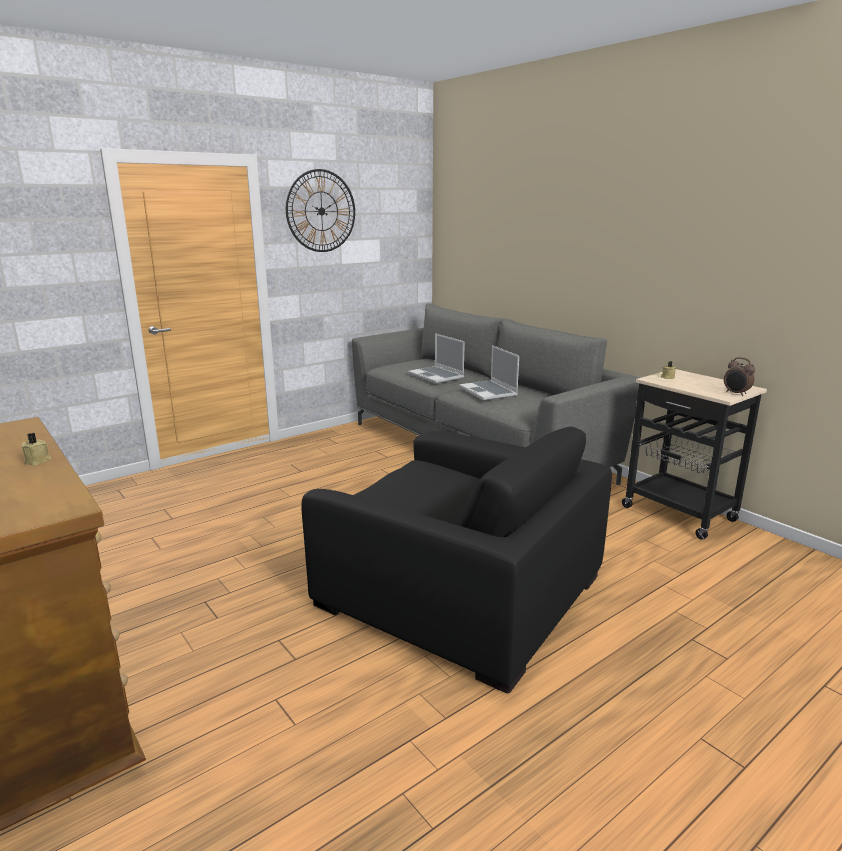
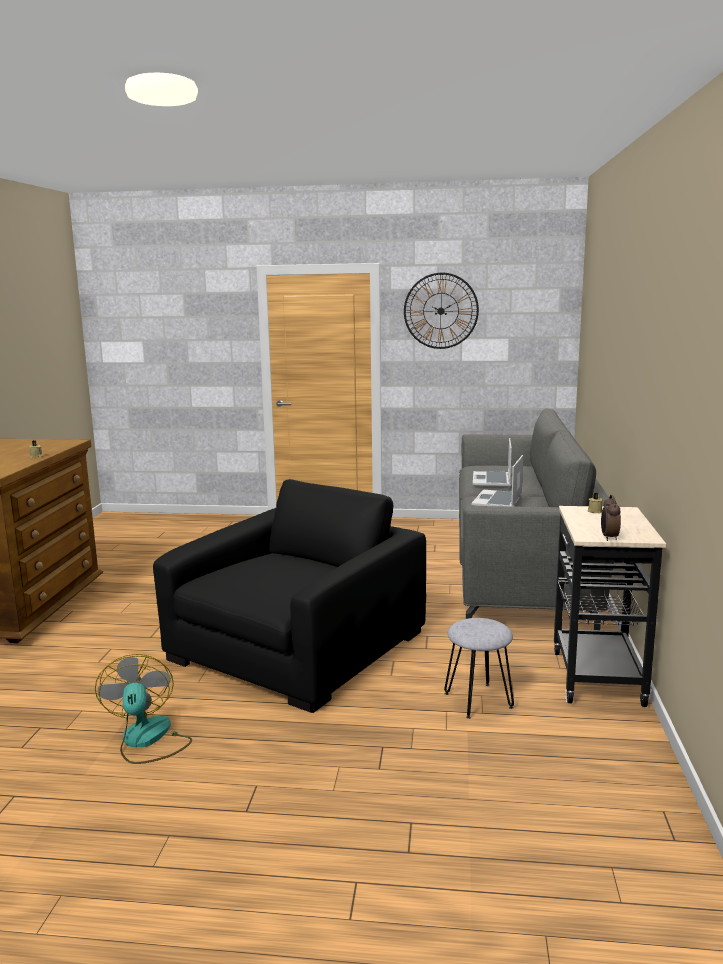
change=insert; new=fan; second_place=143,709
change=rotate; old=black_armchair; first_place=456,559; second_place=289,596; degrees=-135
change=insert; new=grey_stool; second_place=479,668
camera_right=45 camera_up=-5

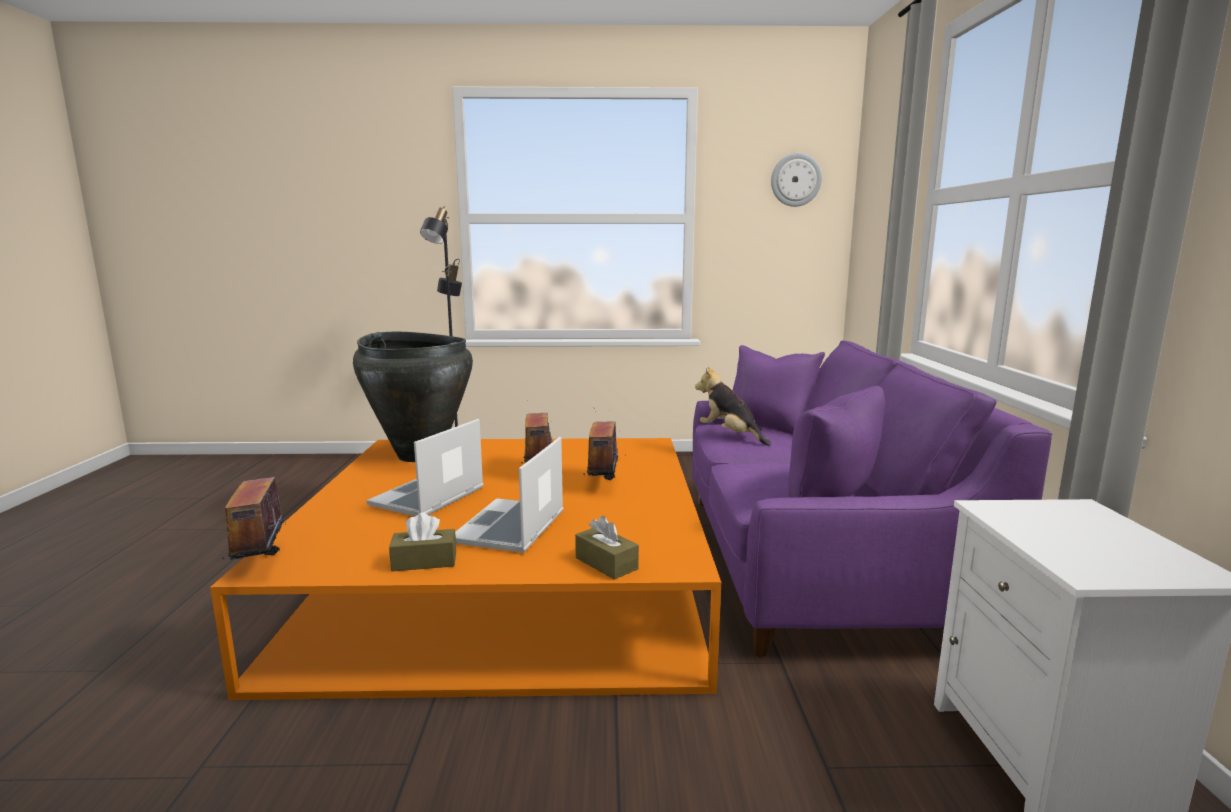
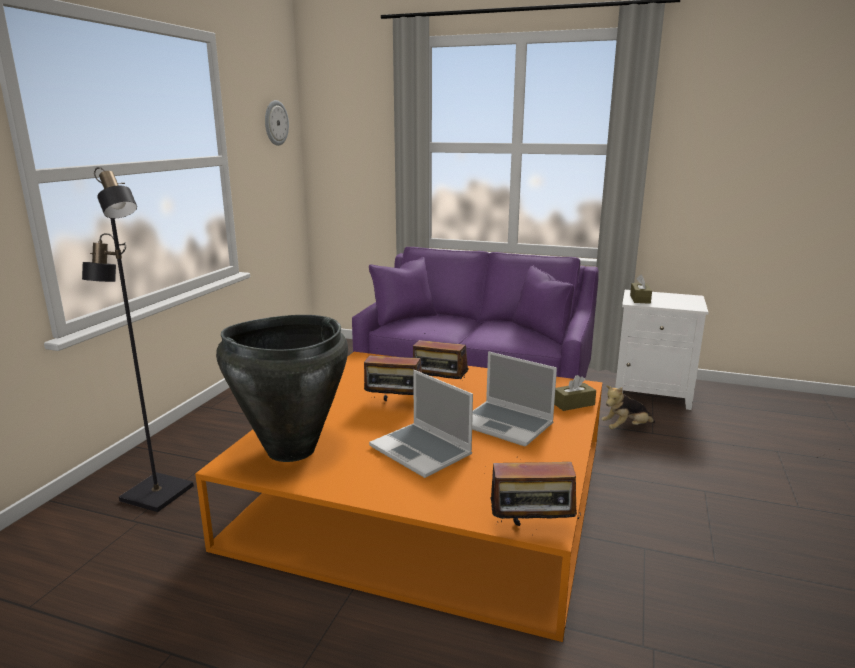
change=move; old=plush_toy; first_place=733,406; second_place=628,407
change=move; old=brown_tissue_box; first_place=422,541; second_place=641,289
camera_right=-70 camera_up=5

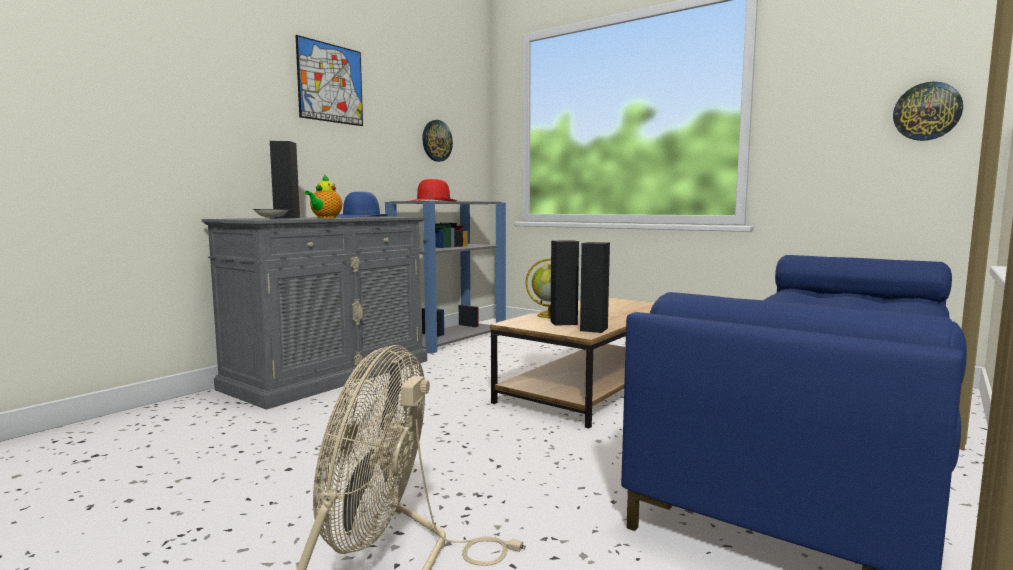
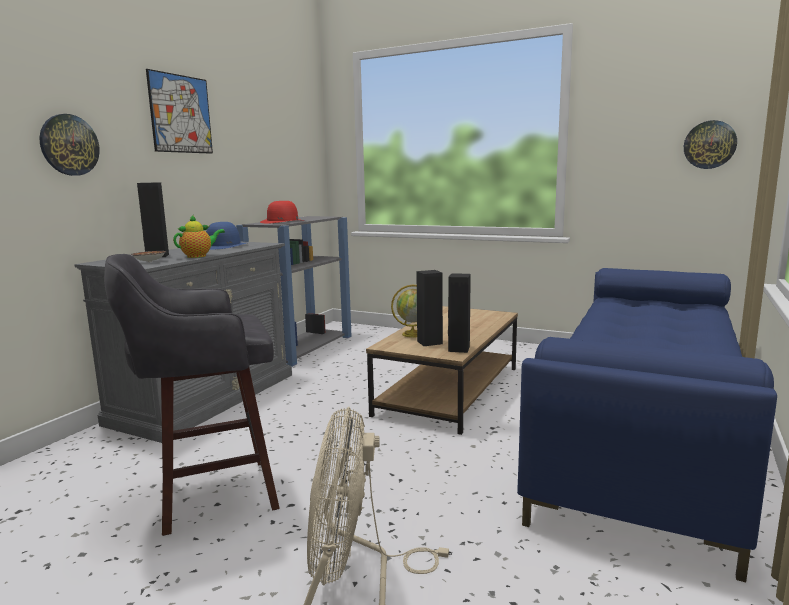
change=move; old=wall_clock; first_place=437,141; second_place=69,145
change=insert; new=grey_stool; second_place=192,395
change=rotate; old=teapot; first_place=323,196; second_place=199,236; degrees=-135
camera_right=-10 camera_up=5

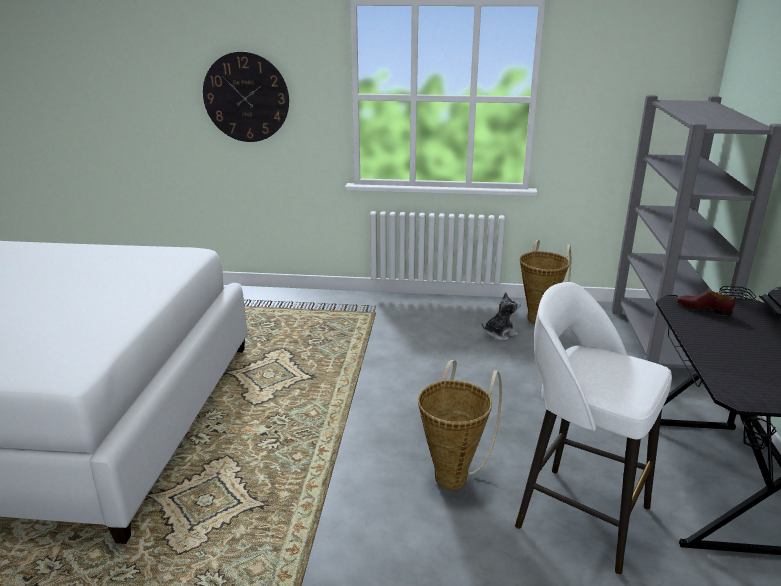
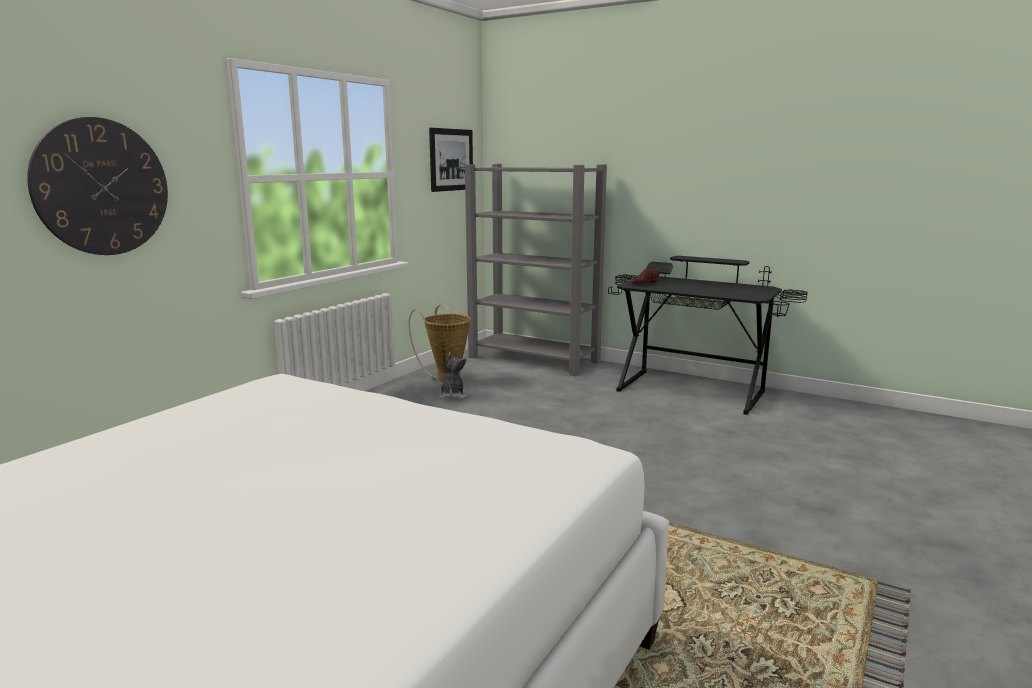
change=insert; new=picture; second_place=451,160
change=delete; old=basket; first_place=460,425
change=delete; old=white_stool; first_place=593,428
camera_right=-65 camera_up=-10

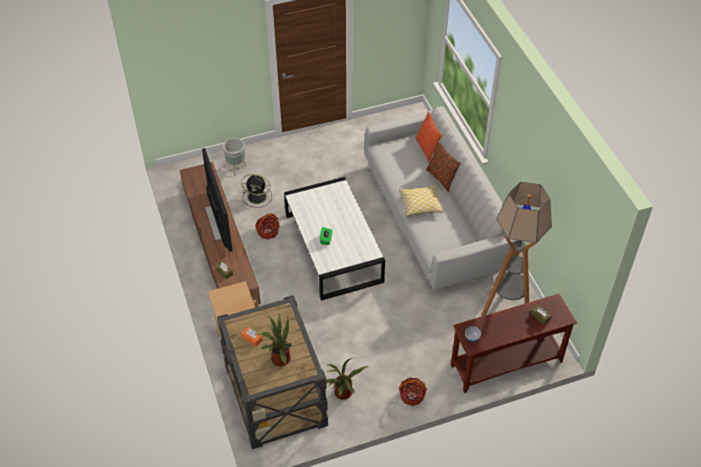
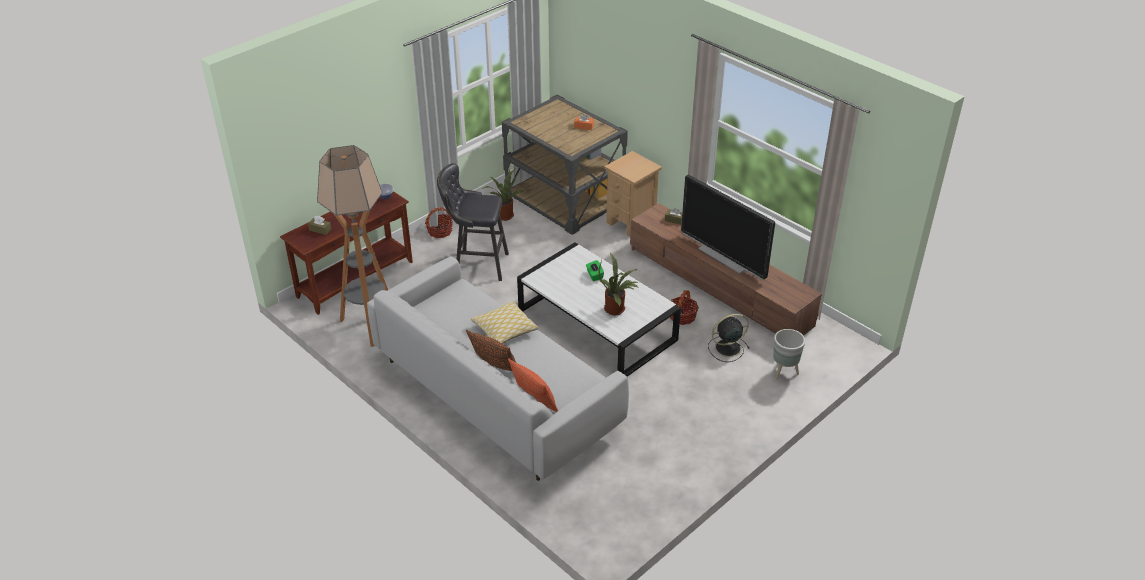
change=insert; new=black_stool; second_place=473,222
change=move; old=potted_plant; first_place=275,339; second_place=619,284
camera_right=155 camera_up=-10

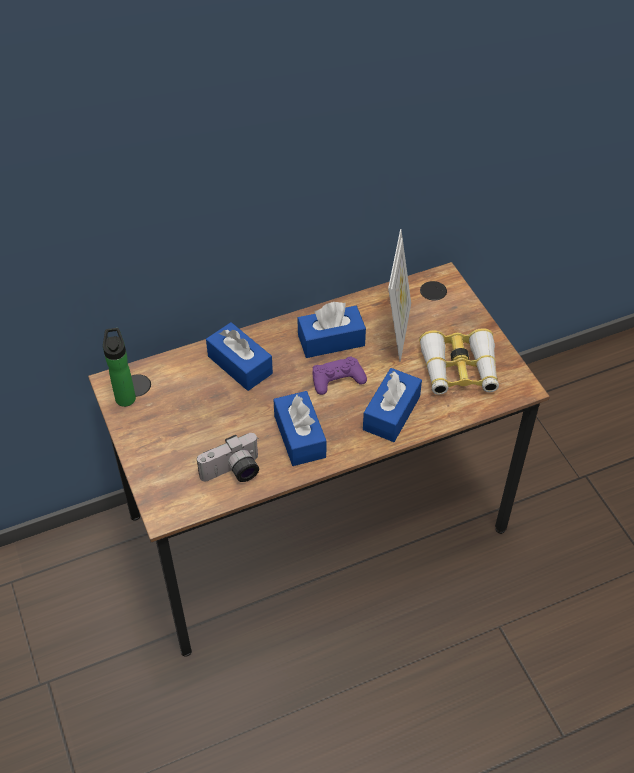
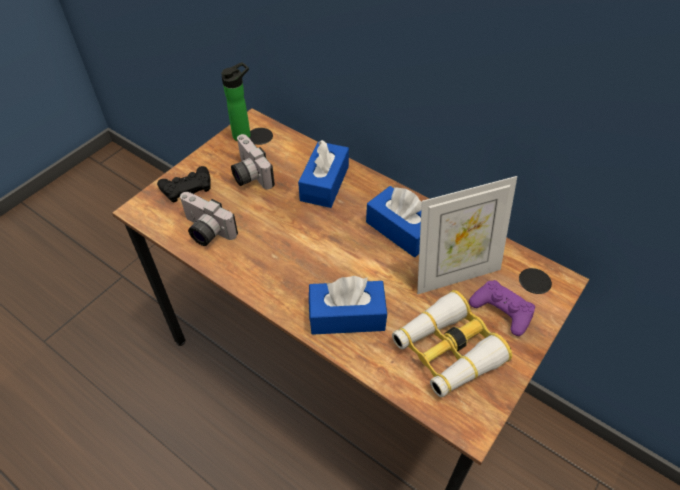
change=insert; new=black_game_controller; second_place=184,184
change=insert; new=photo_camera; second_place=253,161
change=move; old=purple_game_controller; first_place=340,375; second_place=502,308
change=delete; old=blue_tissue_box; first_place=299,428
camera_right=60 camera_up=0

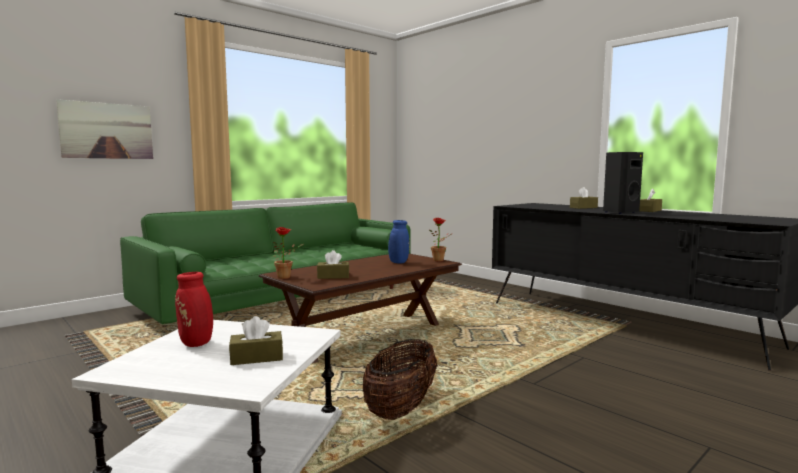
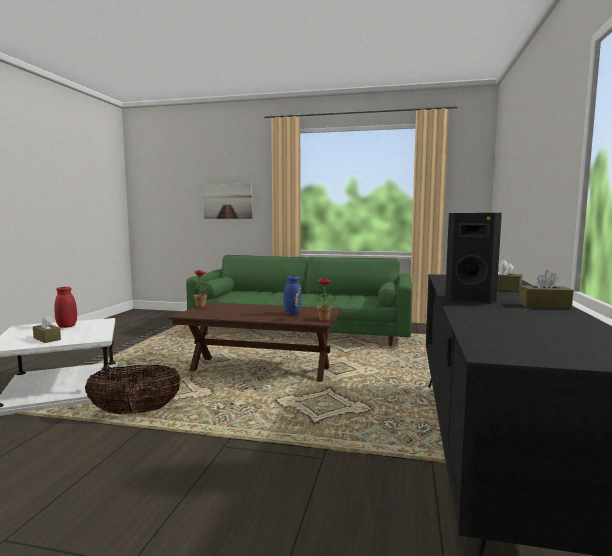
change=delete; old=brown_tissue_box; first_place=333,264
camera_right=55 camera_up=0

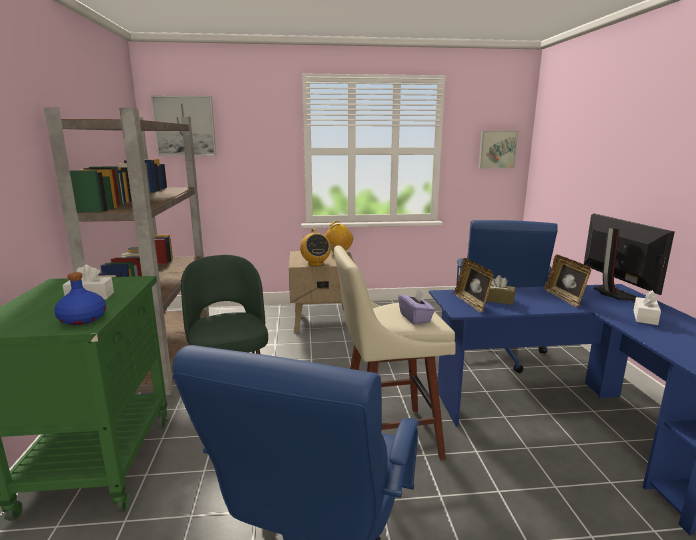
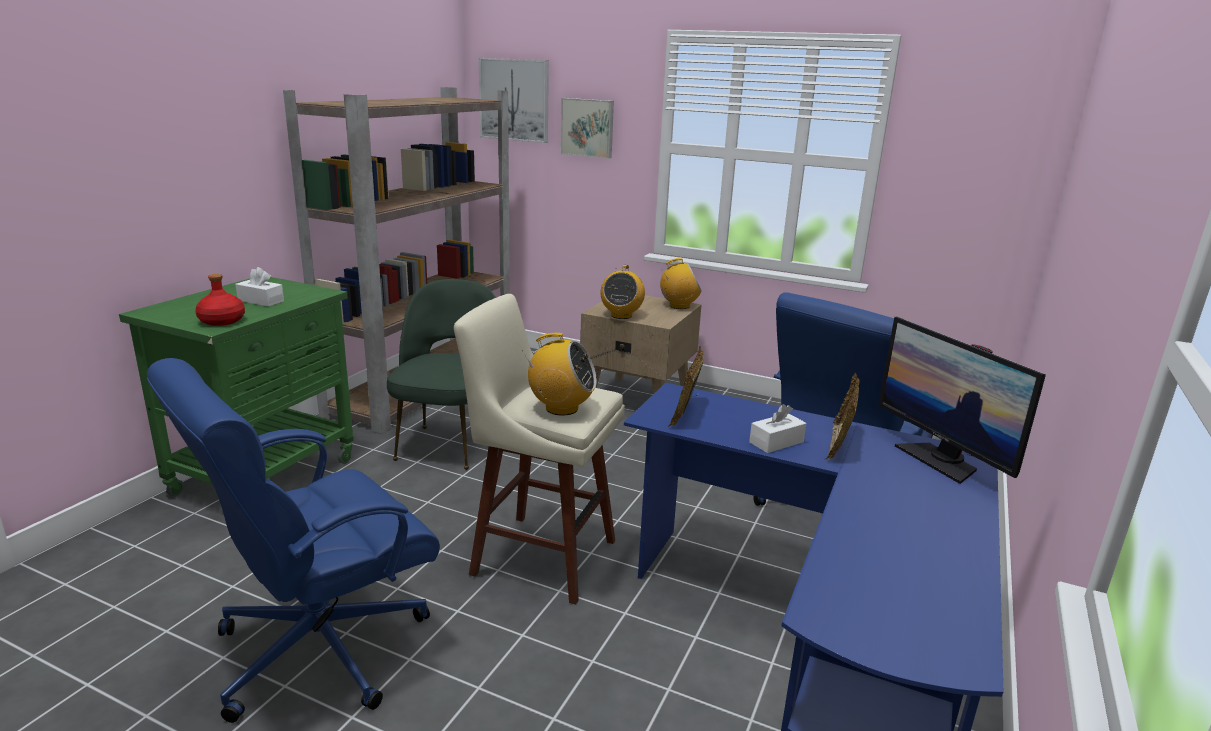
change=recolor; old=blue_bottle; new=red_bottle; first_place=80,298; second_place=220,300
change=replace; old=purple_tissue_box; new=radio; first_place=416,306; second_place=559,374
change=move; old=picture; first_place=498,150; second_place=587,128
change=move; old=white_tissue_box; first_place=647,307; second_place=777,428
change=rotate; old=monitor; first_place=629,257; second_place=962,400; degrees=135
change=delete; old=brown_tissue_box; first_place=500,290
camera_right=30 camera_up=5

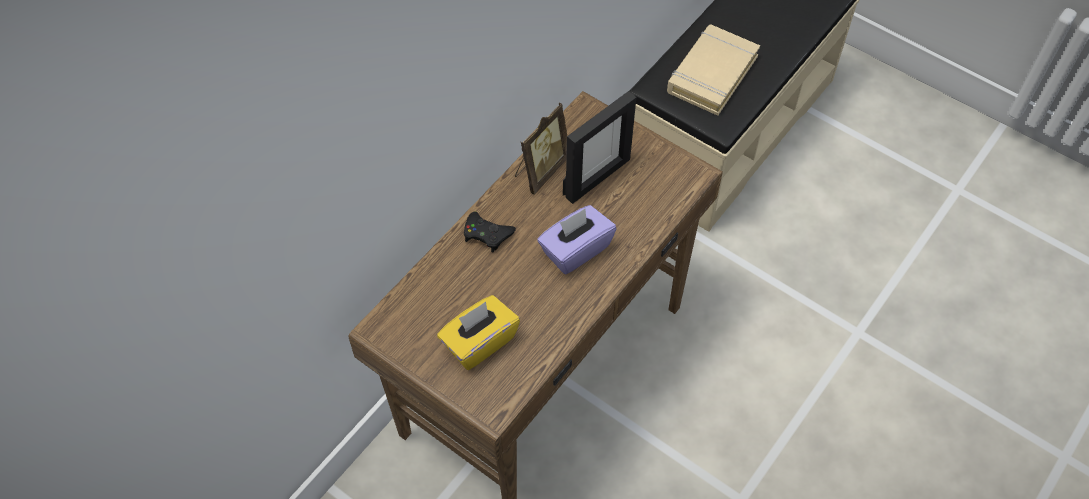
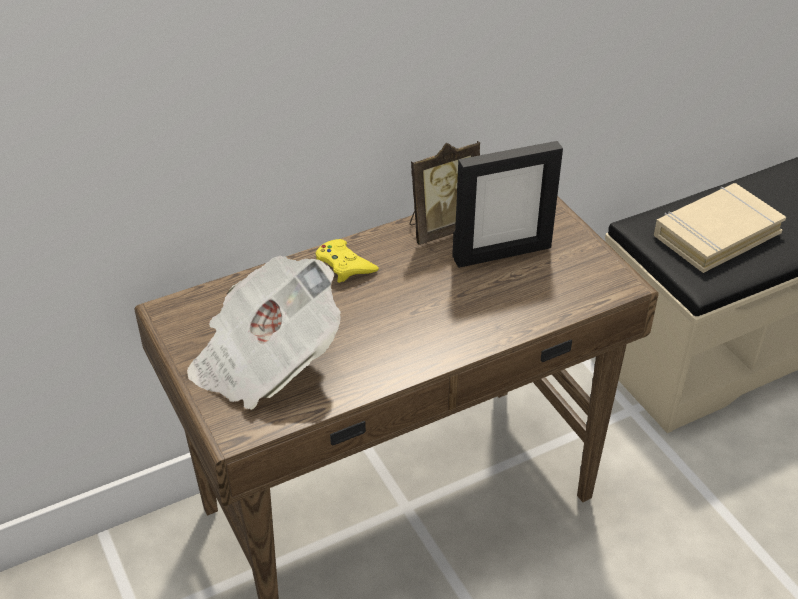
change=replace; old=yellow_tissue_box; new=newspaper; first_place=478,332; second_place=264,332
change=recolor; old=black_game_controller; new=yellow_game_controller; first_place=490,232; second_place=347,261
change=delete; old=purple_tissue_box; first_place=576,239
camera_right=25 camera_up=-15

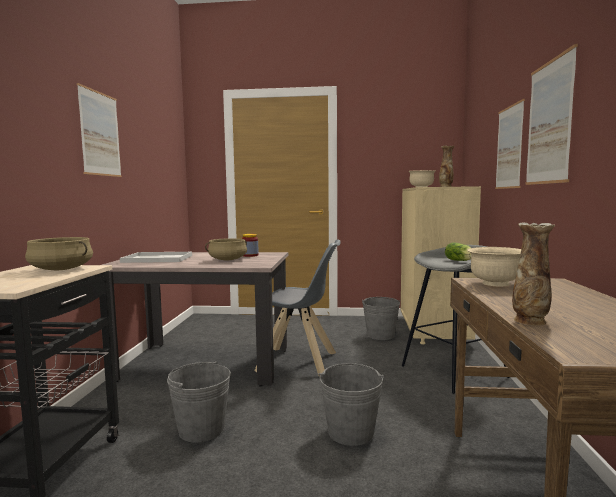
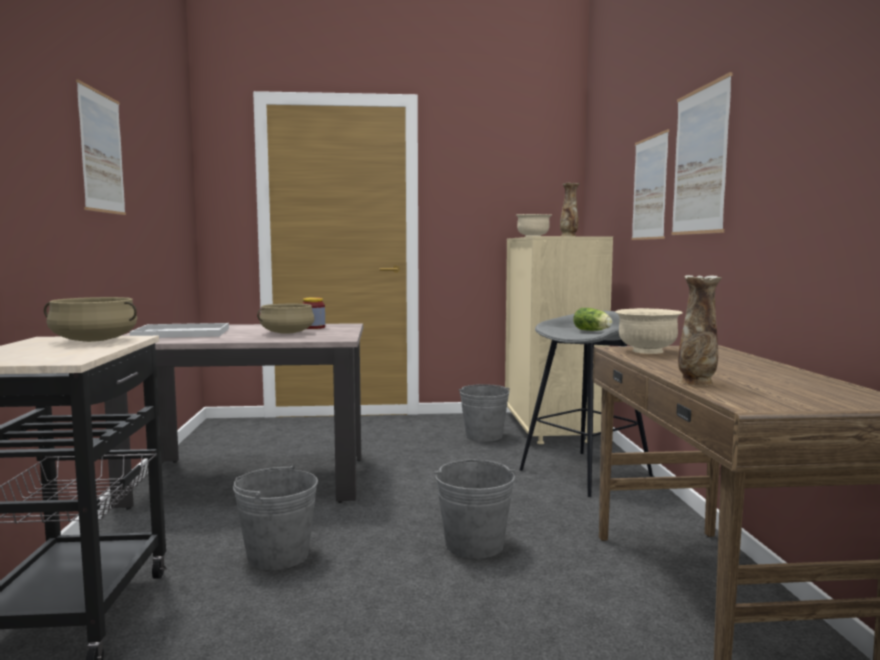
change=delete; old=grey_chair; first_place=297,307
camera_right=-10 camera_up=0

